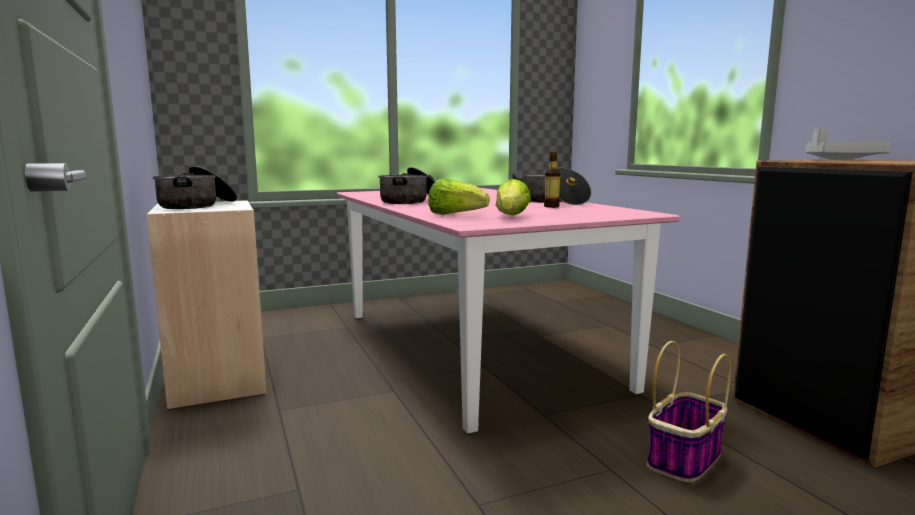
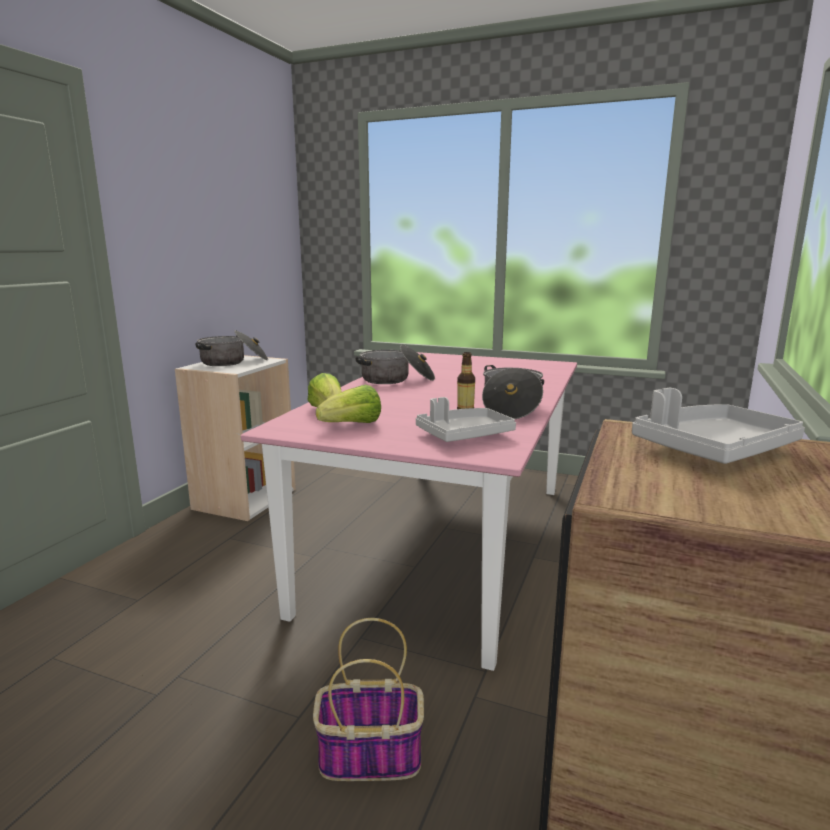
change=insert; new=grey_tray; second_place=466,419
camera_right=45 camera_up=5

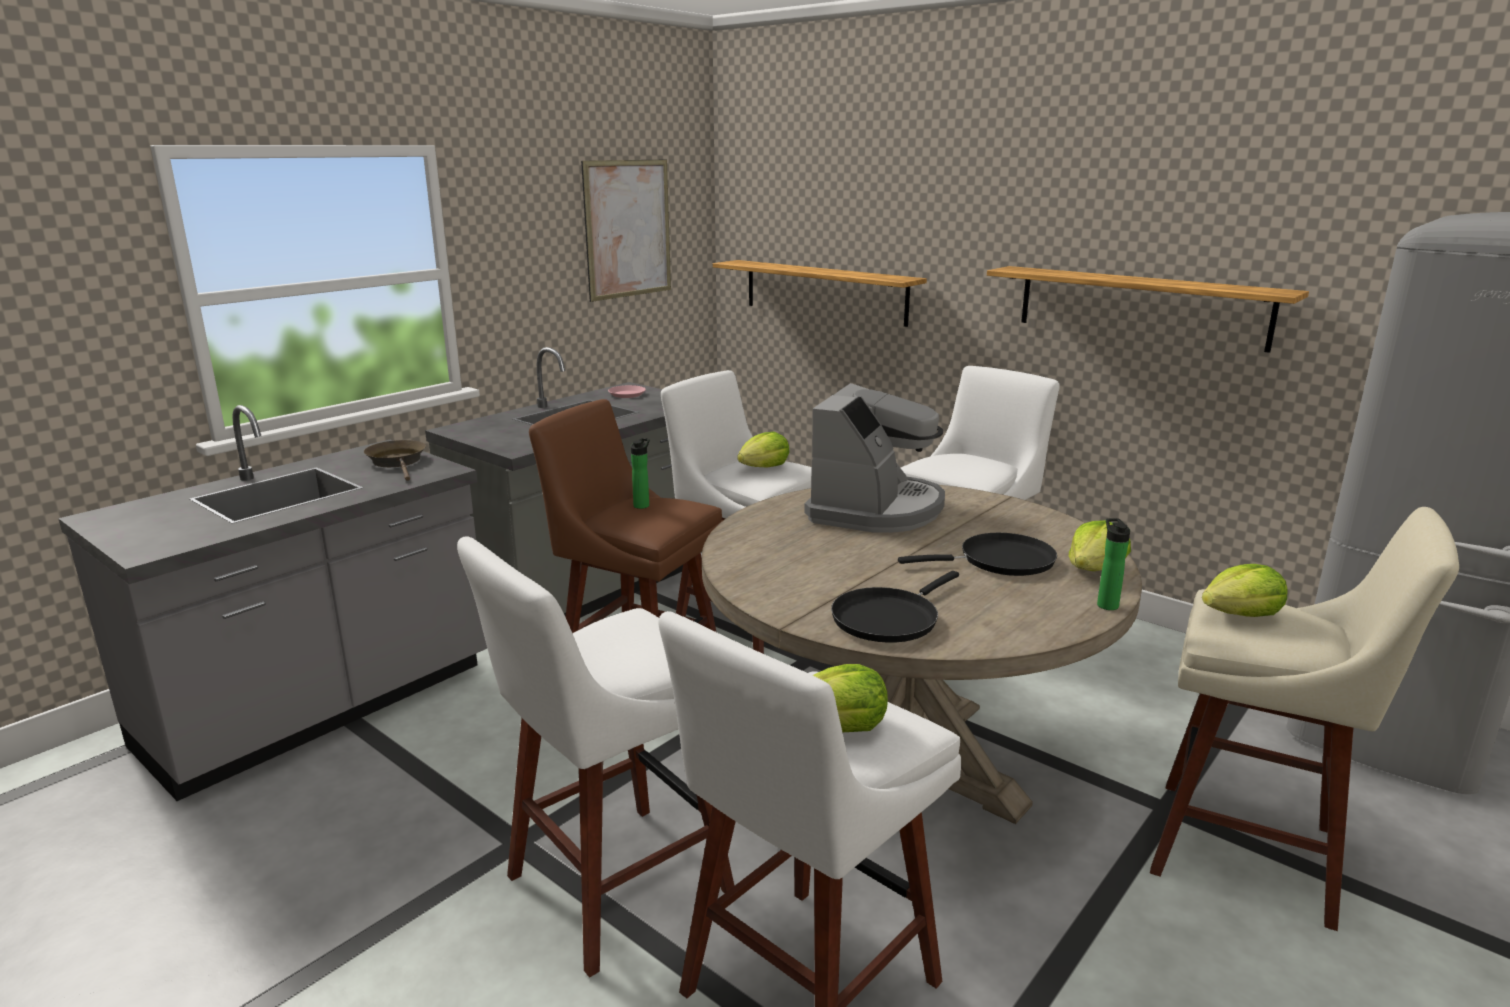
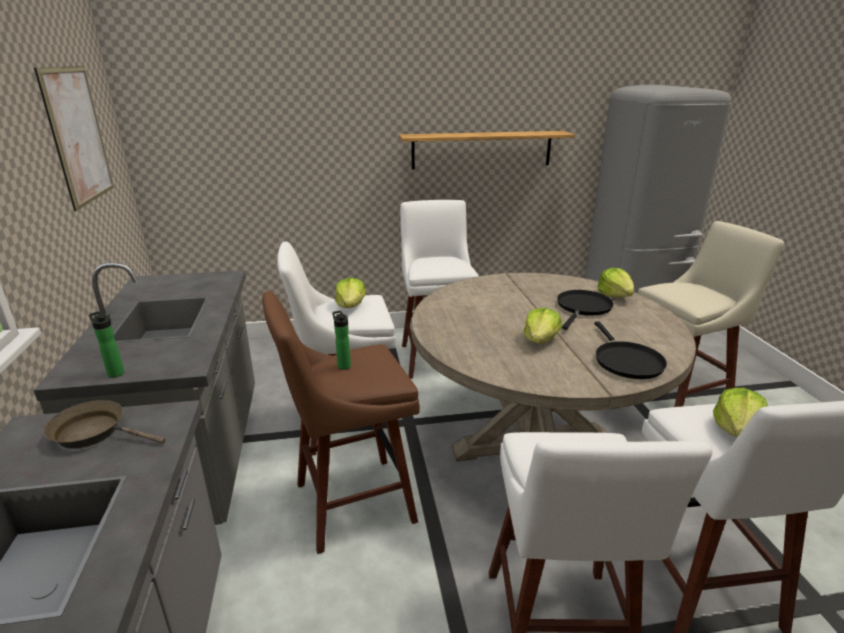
change=move; old=bottle; first_place=1113,564; second_place=106,344
change=move; old=lettuce; first_place=1245,590; second_place=542,326
change=delete; old=pink_plate; first_place=627,391
change=delete; old=shelf; first_place=820,293
change=delete; old=coffee_machine; first_place=874,458
camera_right=-50 camera_up=5

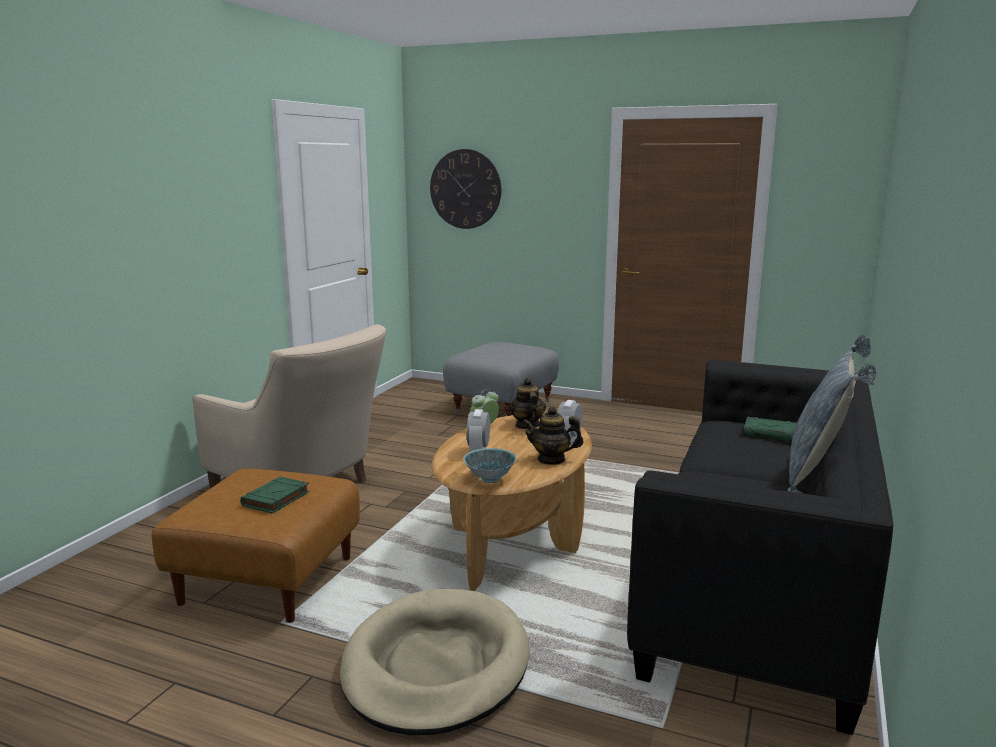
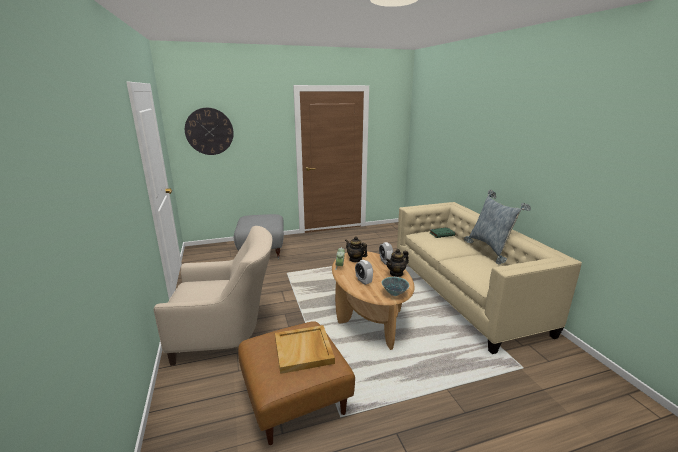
change=replace; old=green_book; new=beige_tray; first_place=275,495; second_place=305,349
change=recolor; old=black_sofa; new=beige_sofa; first_place=760,547; second_place=489,278
change=delete; old=beige_dog_bed; first_place=434,662
camera_right=-40 camera_up=5

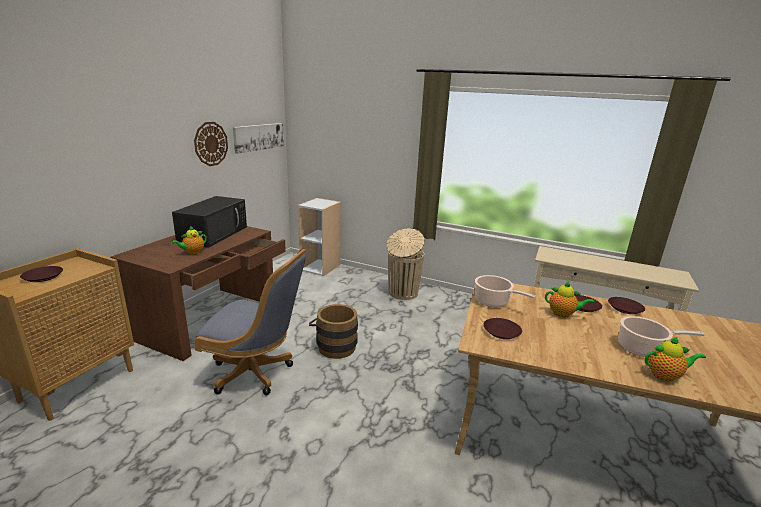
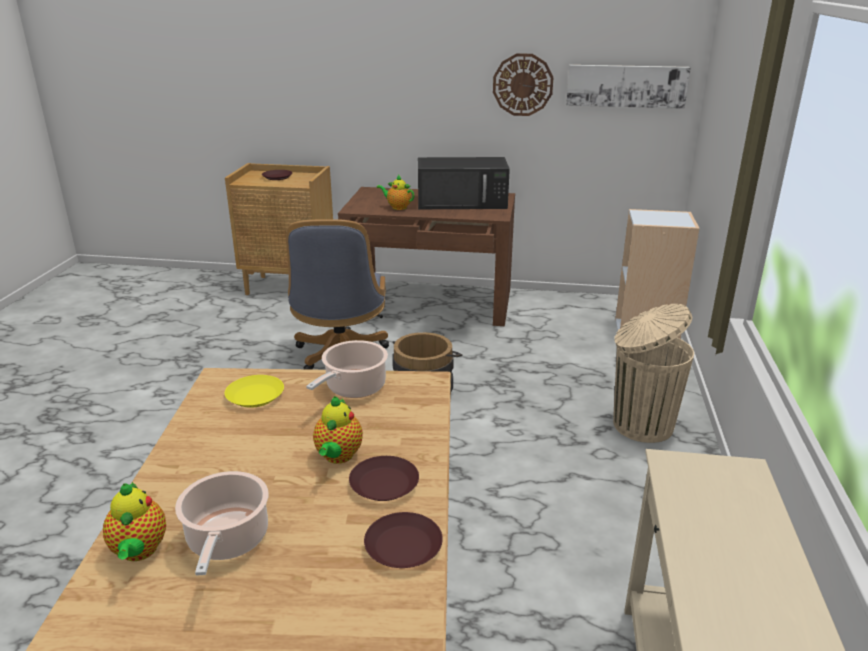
change=recolor; old=brown_plate; new=yellow_plate; first_place=502,328; second_place=254,391
camera_right=75 camera_up=5

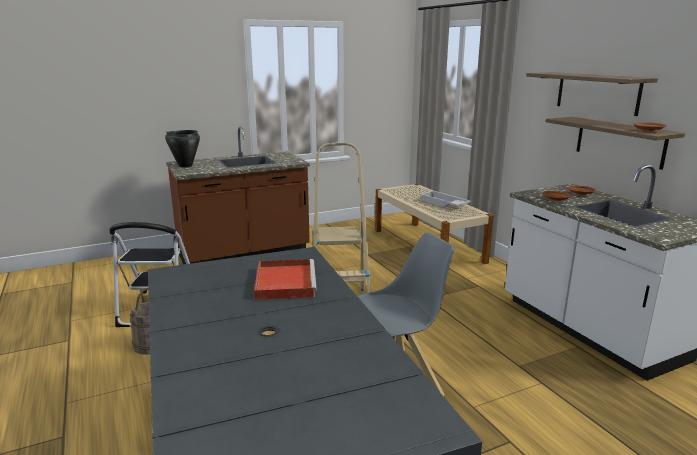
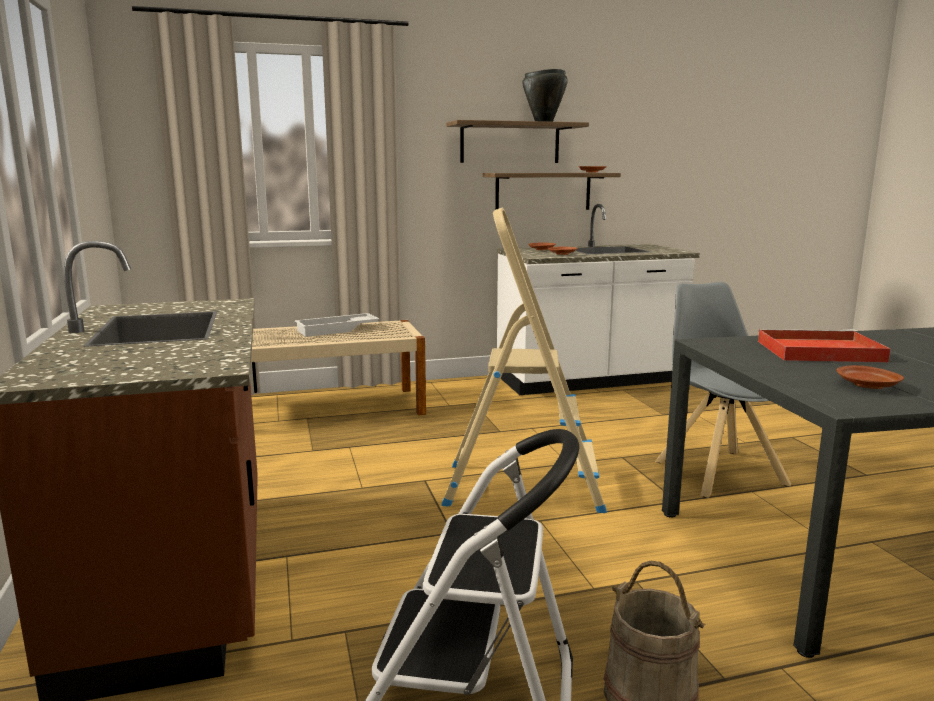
change=move; old=black_cooking_pot; first_place=182,148; second_place=545,95
change=insert; new=brown_plate; second_place=870,377
camera_right=-80 camera_up=-5

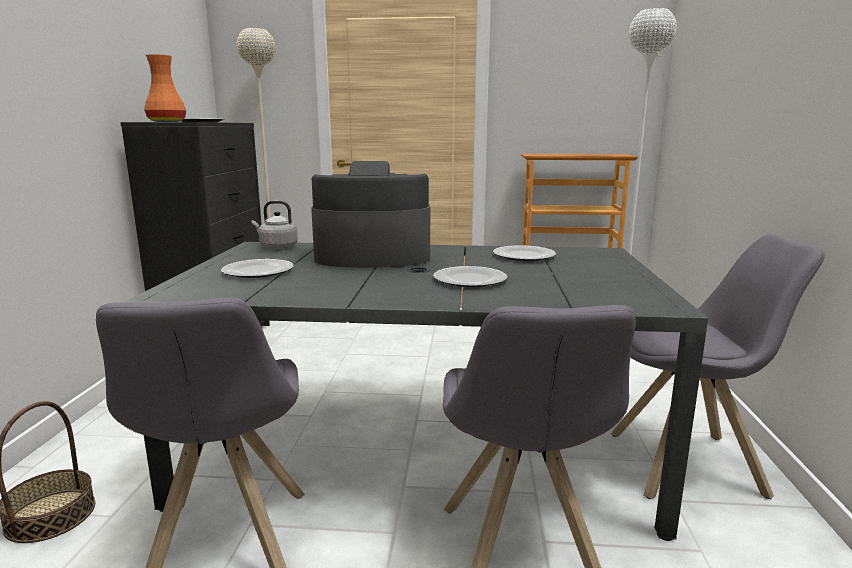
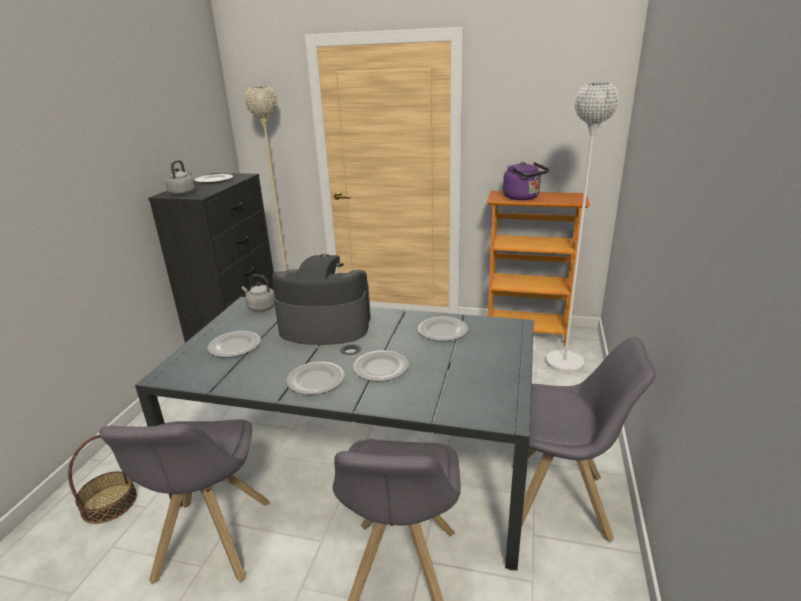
change=replace; old=orange_vase; new=grey_kettle; first_place=165,88; second_place=180,177
change=insert; new=plate; second_place=315,378
change=insert; new=purple_kettle; second_place=526,181
camera_right=10 camera_up=10

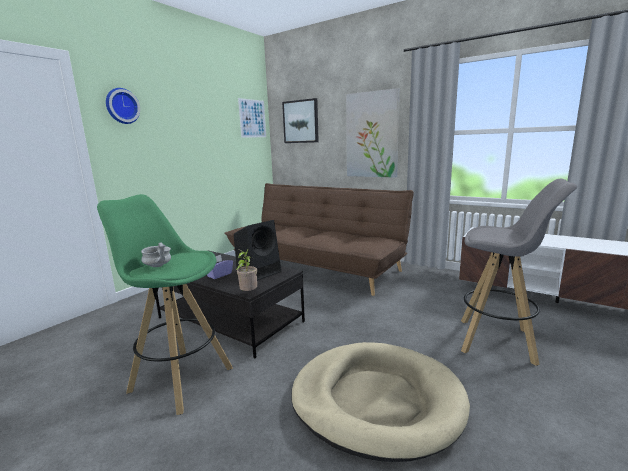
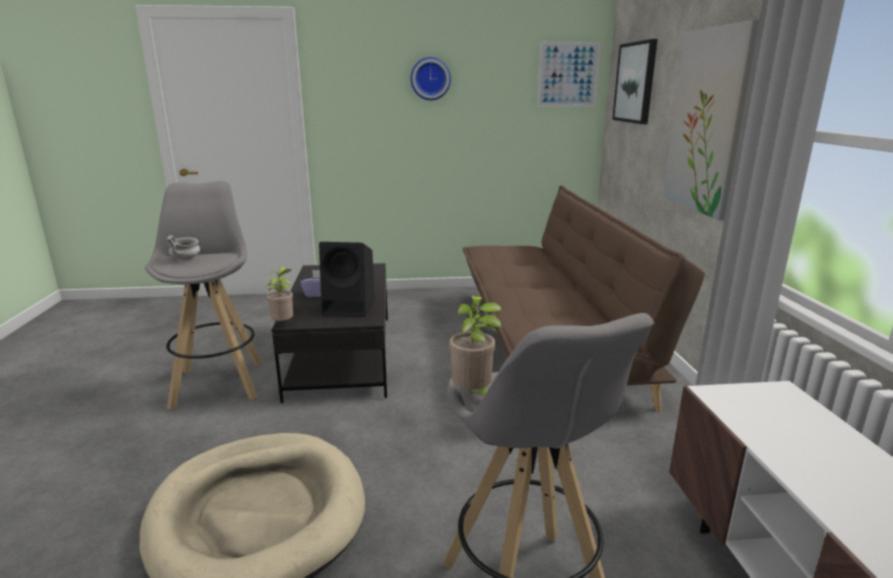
change=recolor; old=green_stool; new=grey_stool; first_place=165,304; second_place=204,295
change=move; old=wall_clock; first_place=123,106; second_place=430,78
change=insert; new=potted_plant; second_place=475,345
camera_right=50 camera_up=5

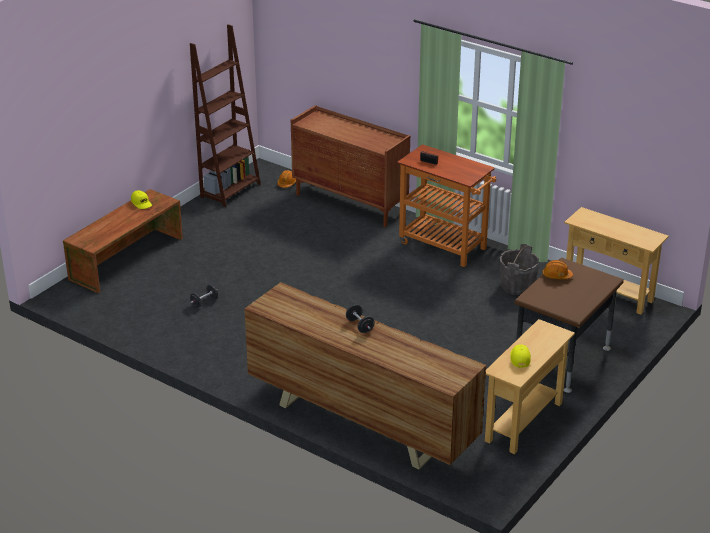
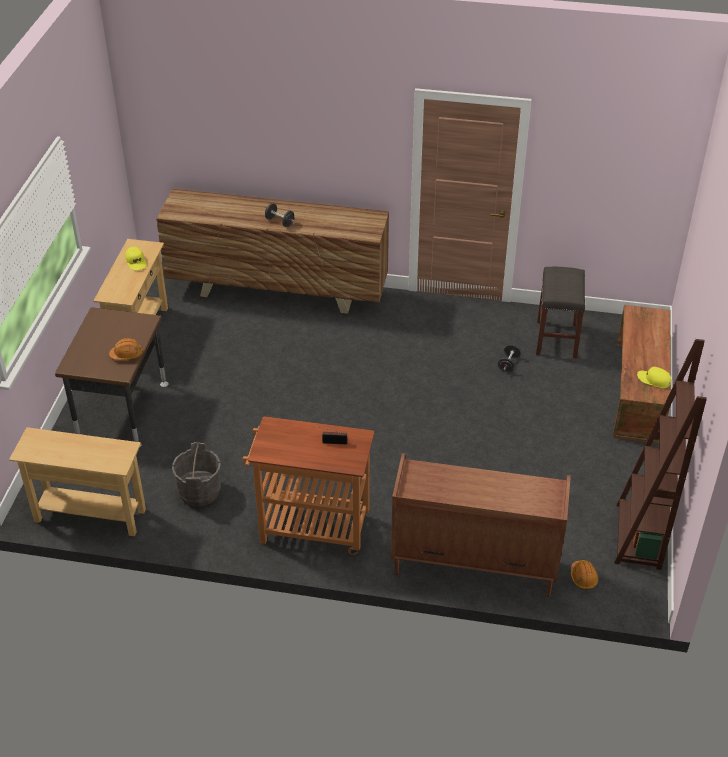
change=insert; new=grey_stool; second_place=560,313
camera_right=155 camera_up=10

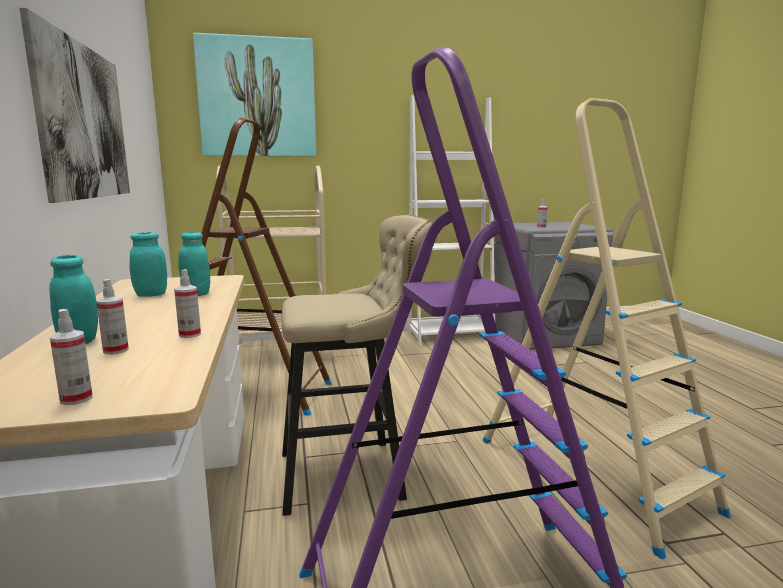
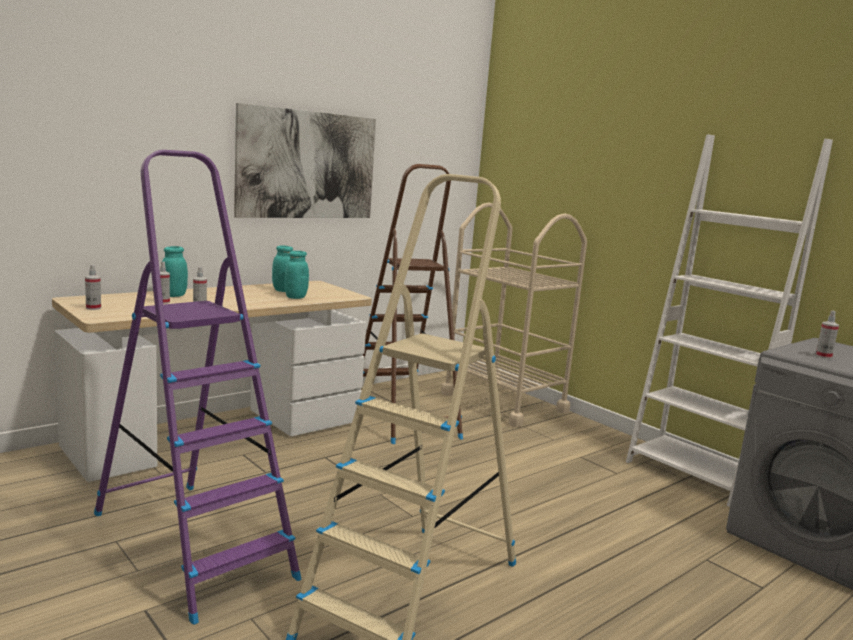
change=delete; old=picture; first_place=254,94
change=delete; old=beige_stool; first_place=357,365
camera_right=60 camera_up=0

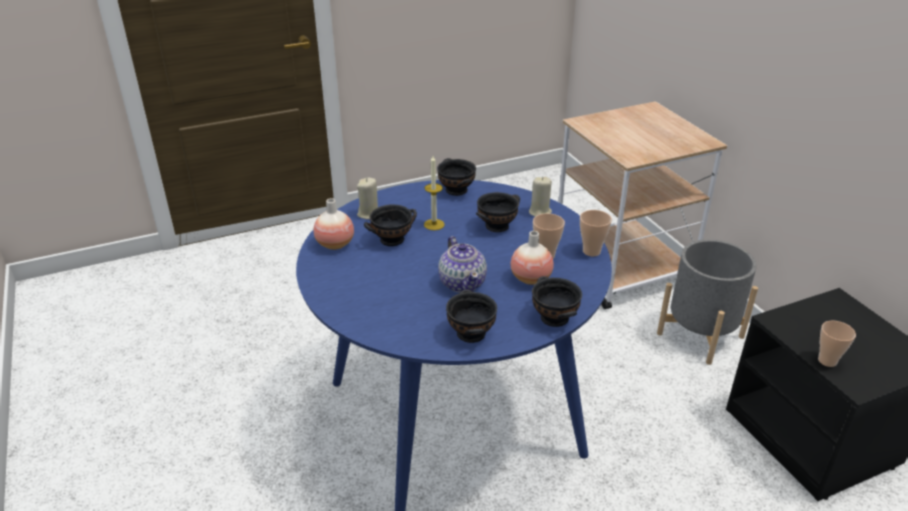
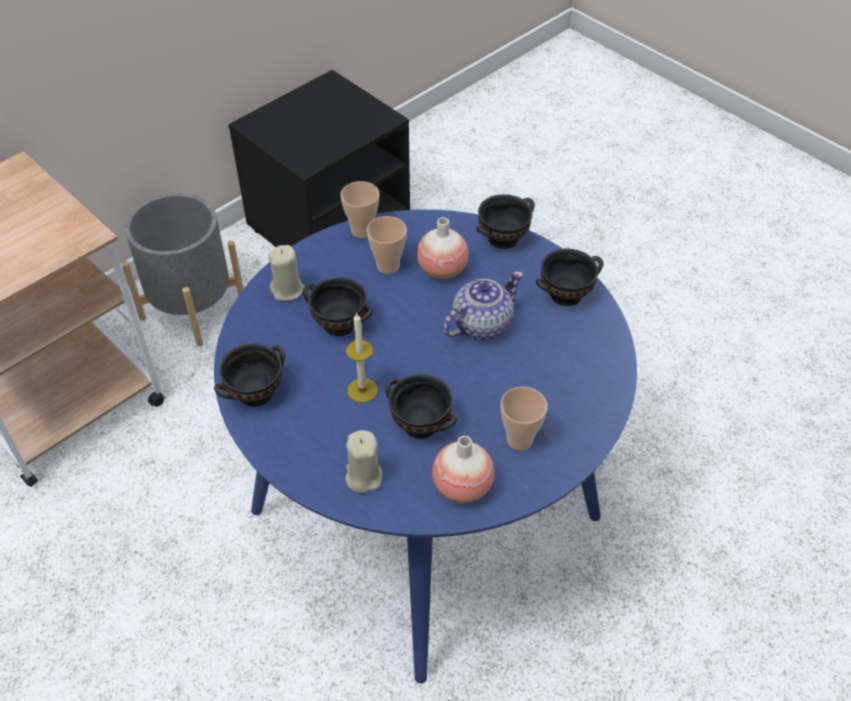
change=move; old=cup; first_place=837,344; second_place=524,418
camera_right=-110 camera_up=15

